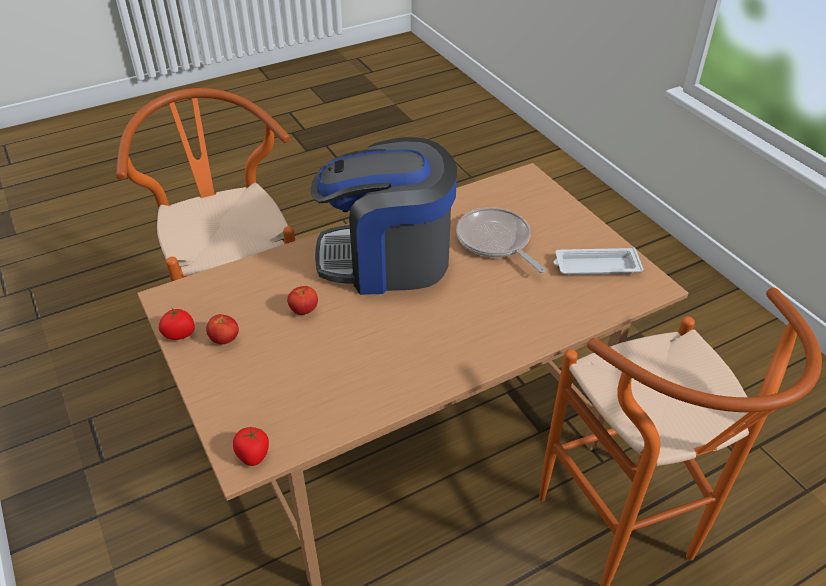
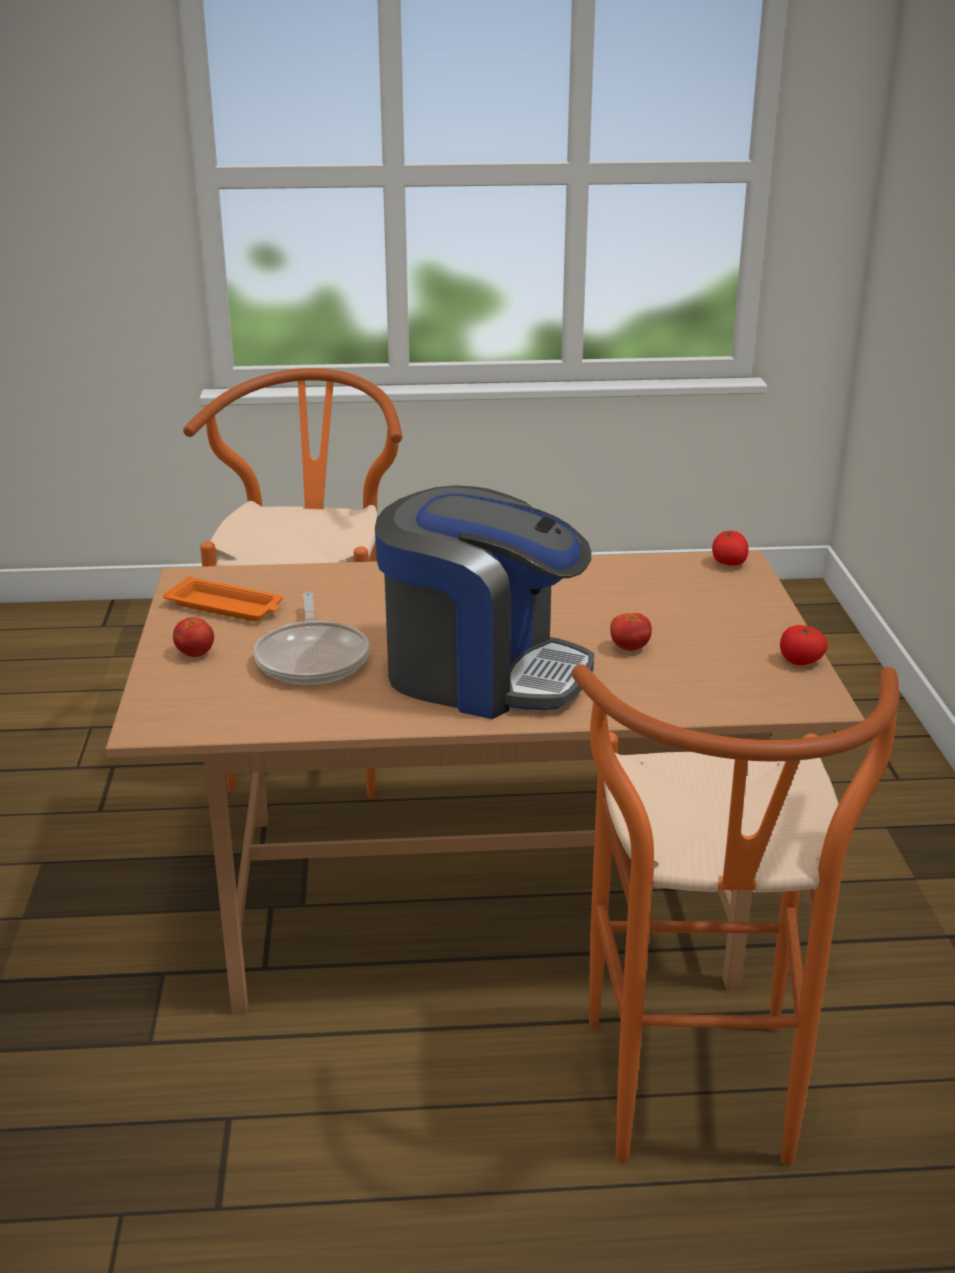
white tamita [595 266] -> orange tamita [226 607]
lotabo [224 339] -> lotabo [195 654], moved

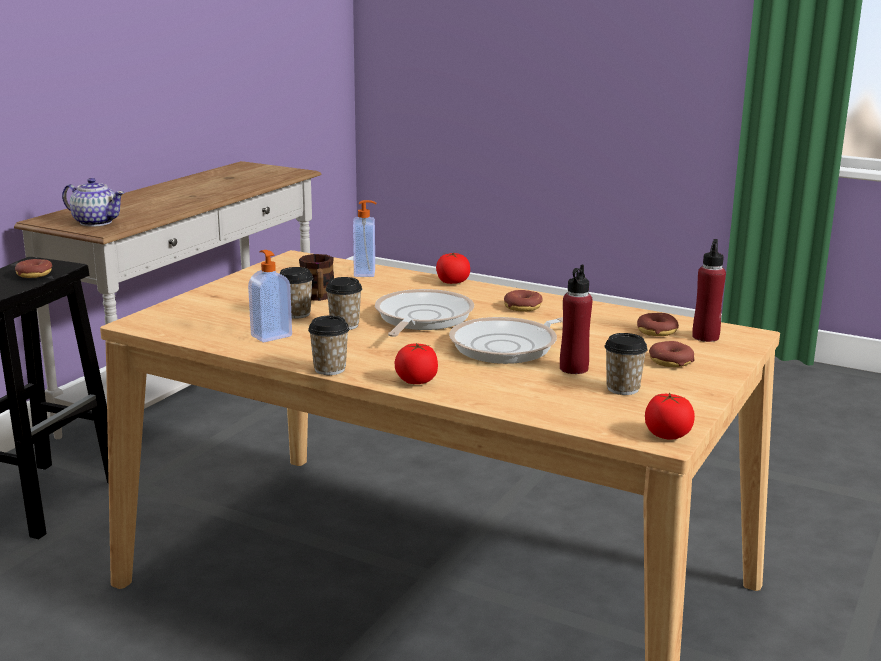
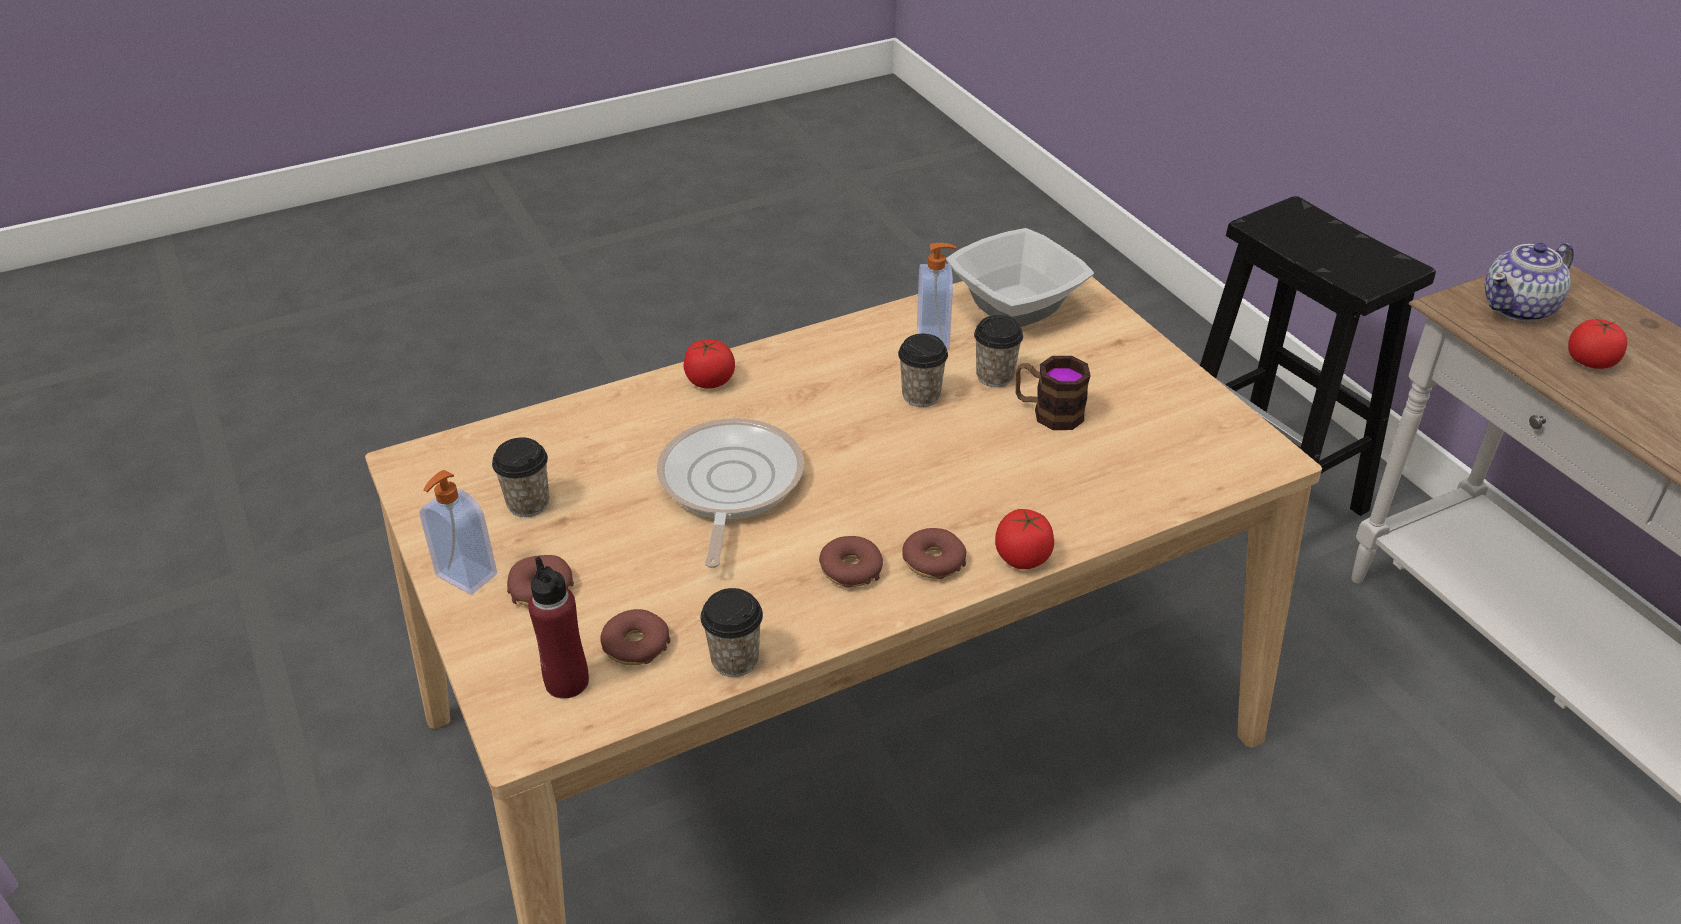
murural [365 273] -> murural [465 576], moved
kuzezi [329 369] -> kuzezi [735 660], moved
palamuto [34 274] -> palamuto [933 561], moved
none -> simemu [1014 307]
lotabo [667 435] -> lotabo [1589 362], moved
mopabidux [421 318] -> none
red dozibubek [573 368] -> none

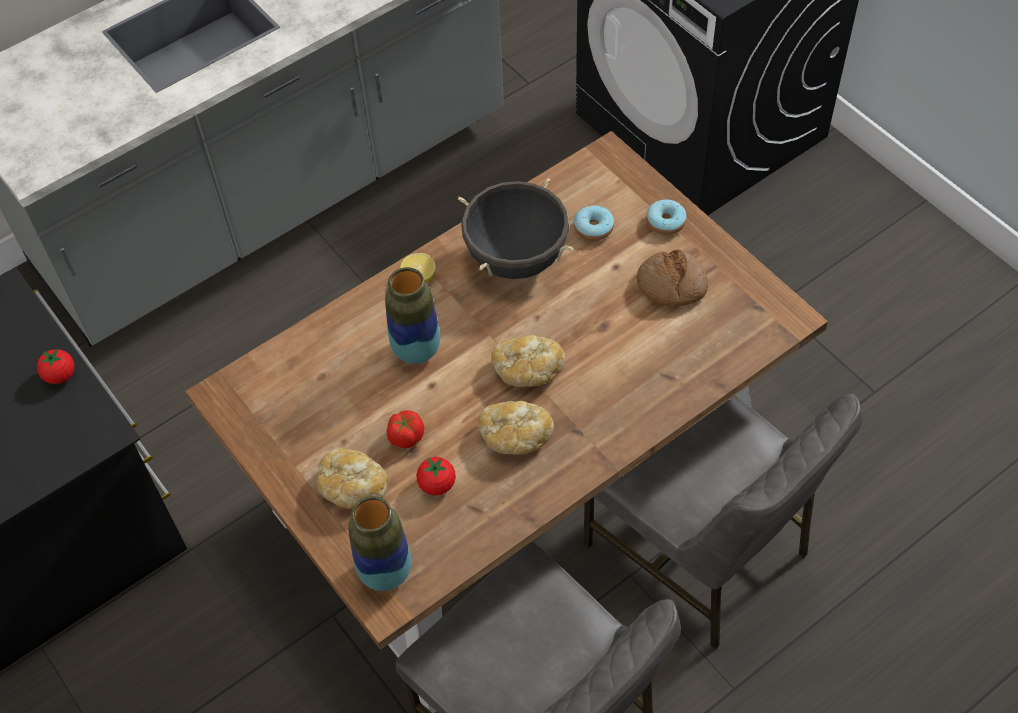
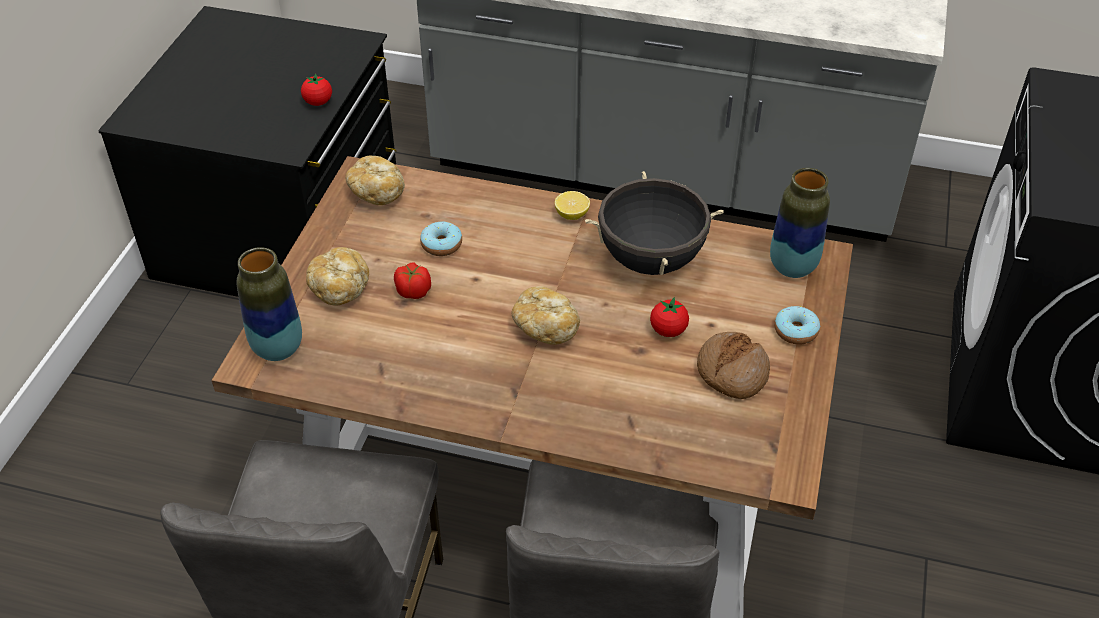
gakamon [515 436] -> gakamon [377 191], moved
palamuto [593 228] -> palamuto [441 245], moved
lotabo [437 484] -> lotabo [668 330], moved
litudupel [416 350] -> litudupel [792 267], moved

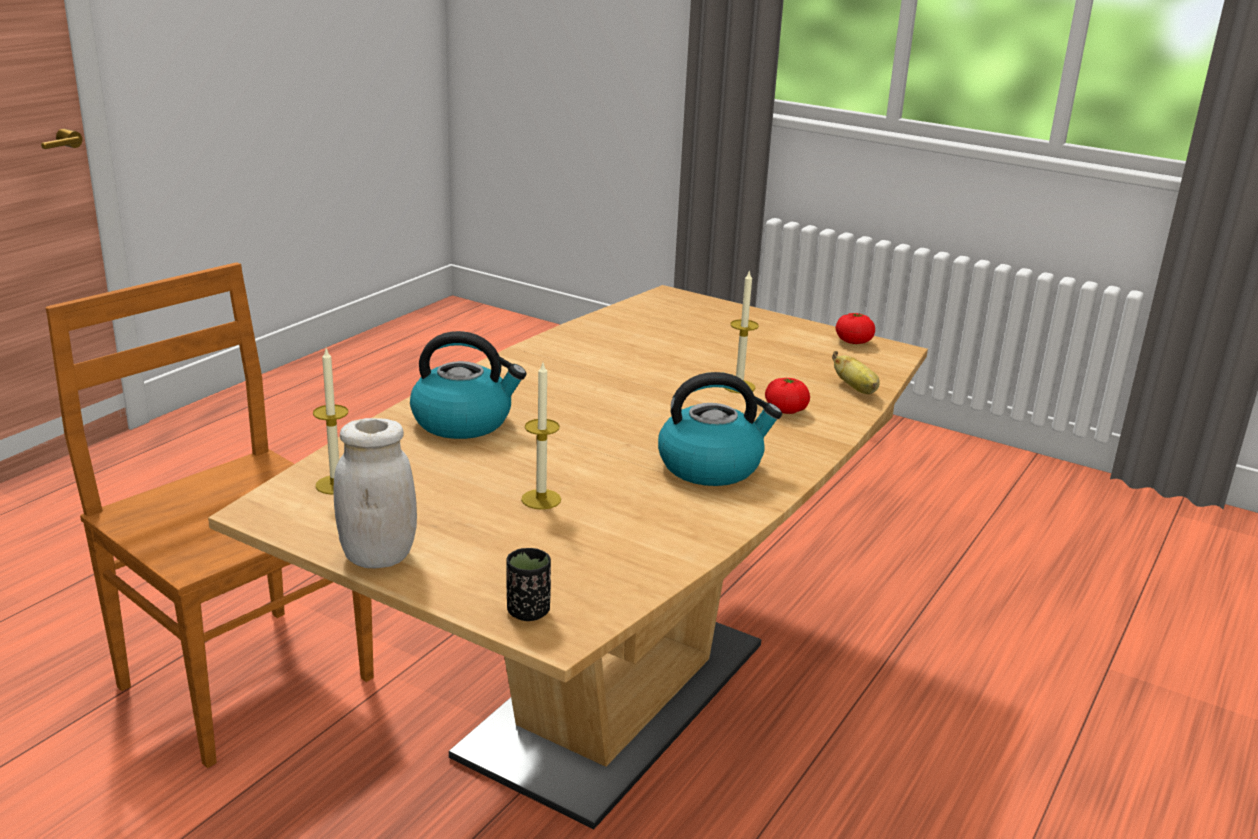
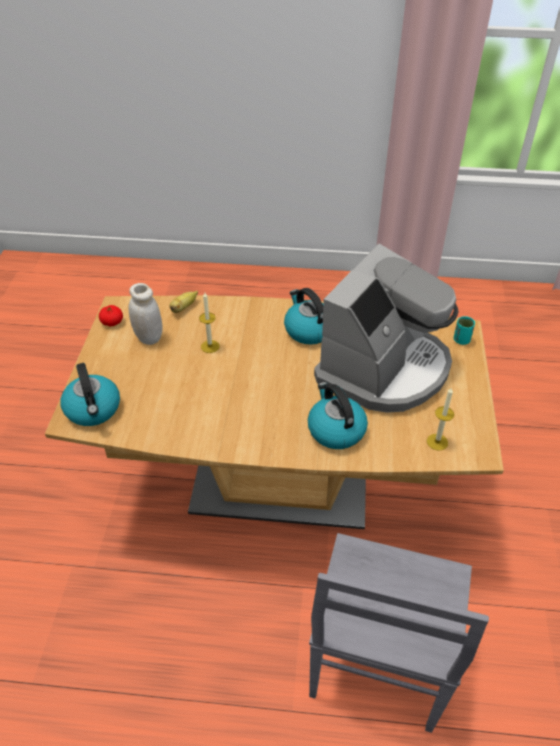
none -> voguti [93 409]
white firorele [378 556] -> white firorele [149 337], moved
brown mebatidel [243 679] -> grey mebatidel [377 666]
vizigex [541 499] -> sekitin [384 369]
black kuzezi [528 612] -> turquoise kuzezi [461 340]
lotabo [785 410] -> none

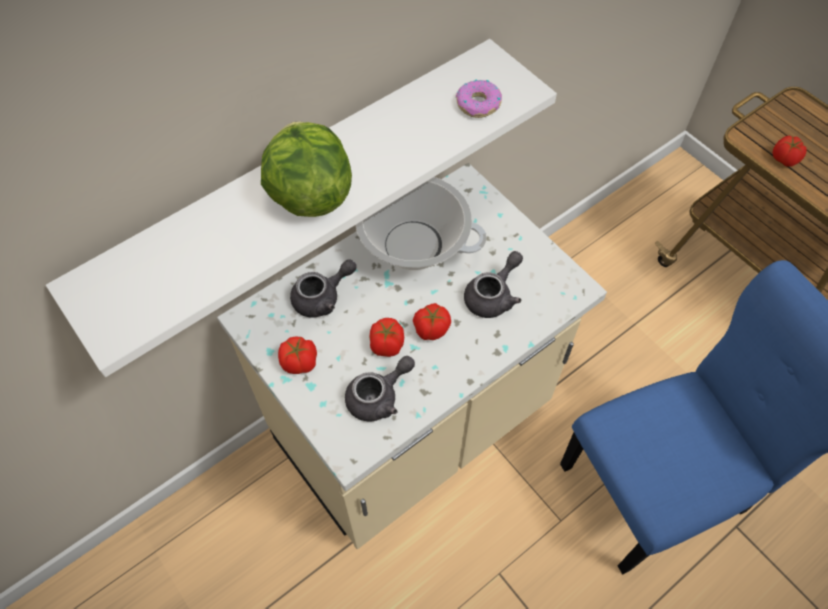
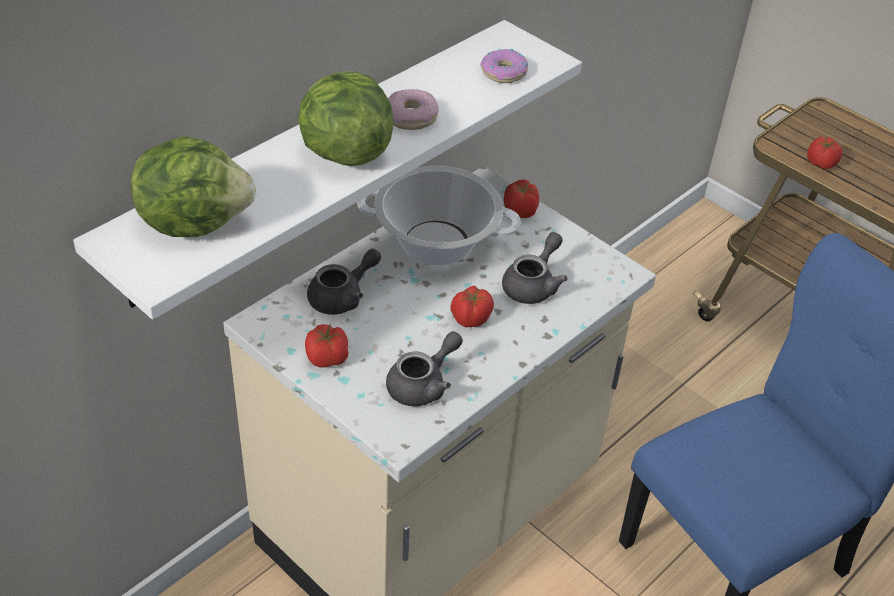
none -> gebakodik [194 221]
none -> palamuto [411 117]
lotabo [386 345] -> lotabo [519 211], moved

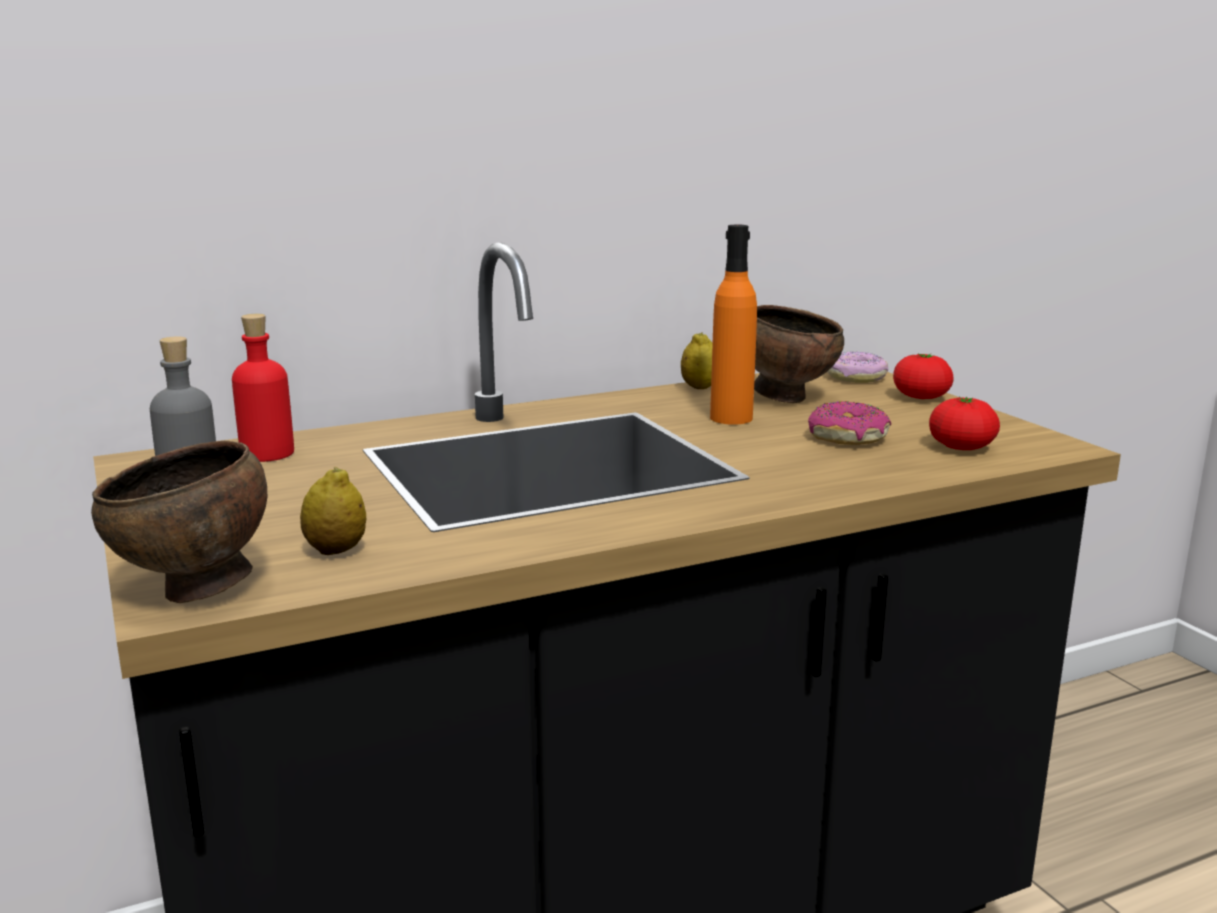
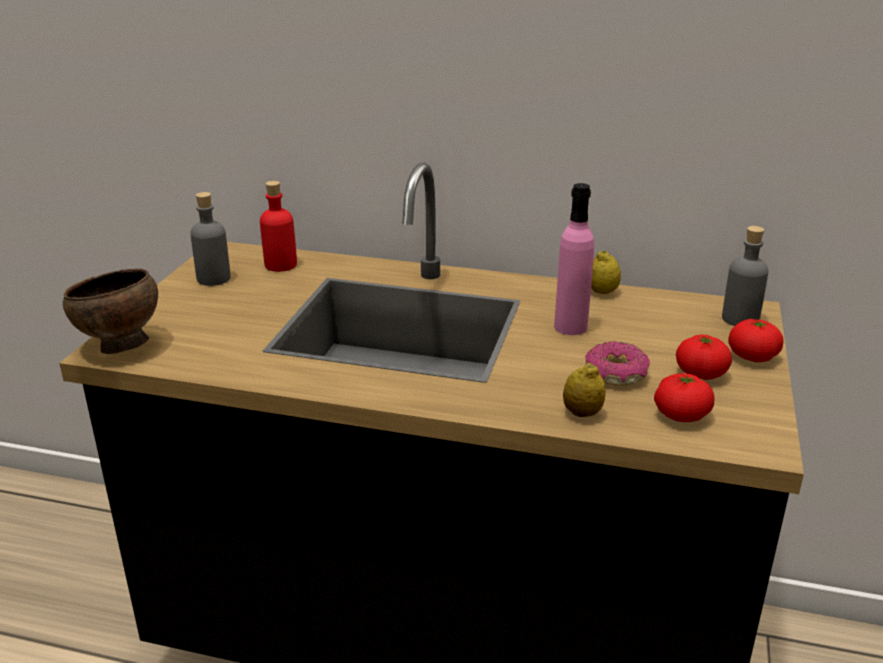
orange dozibubek [731 418] -> pink dozibubek [570 327]
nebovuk [336 550] -> nebovuk [582 413], moved
none -> lotabo [701 373]
palamuto [855 377] -> grey dozibubek [740 319]
brown simemu [787 398] -> none

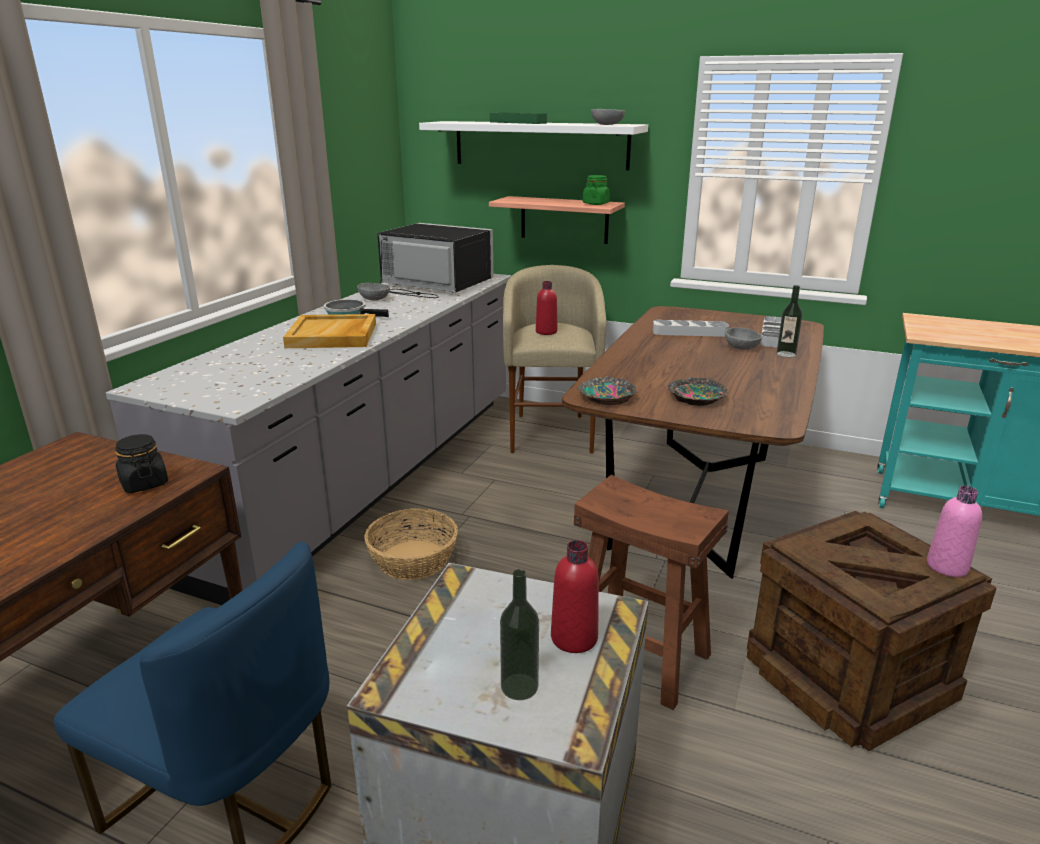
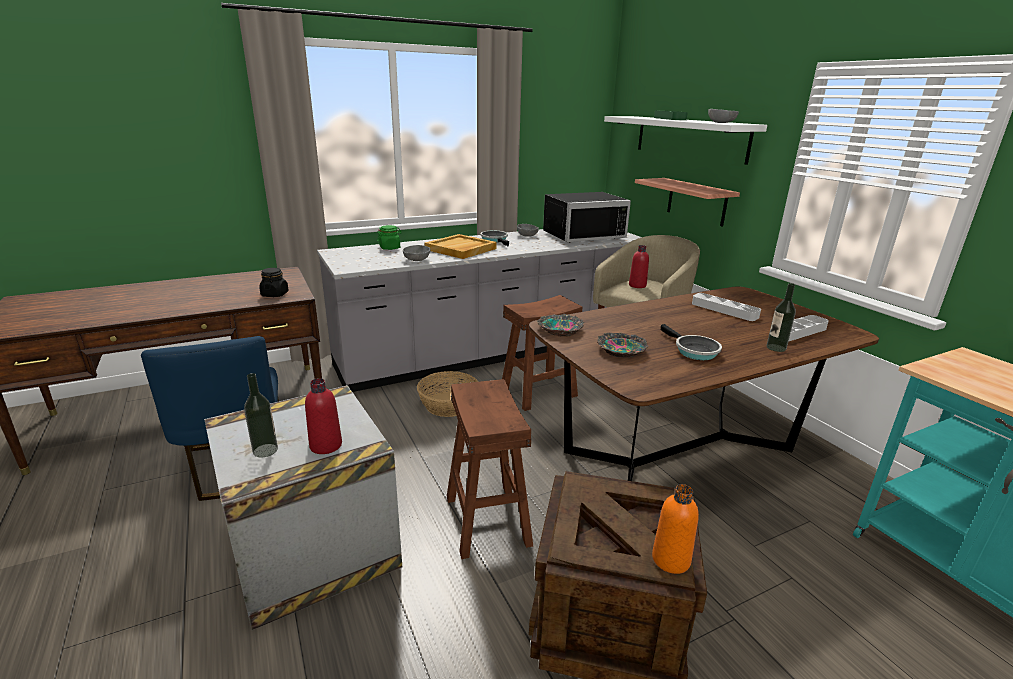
green firorele [596 203] -> green firorele [390 248], moved
grey simemu [742 348] -> grey simemu [417 260], moved
none -> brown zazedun [538 392]
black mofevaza [433 284] -> black mofevaza [581 235], 90 degrees clockwise
pink dozibubek [947 567] -> orange dozibubek [671 559]
none -> mopabidux [693 351]

